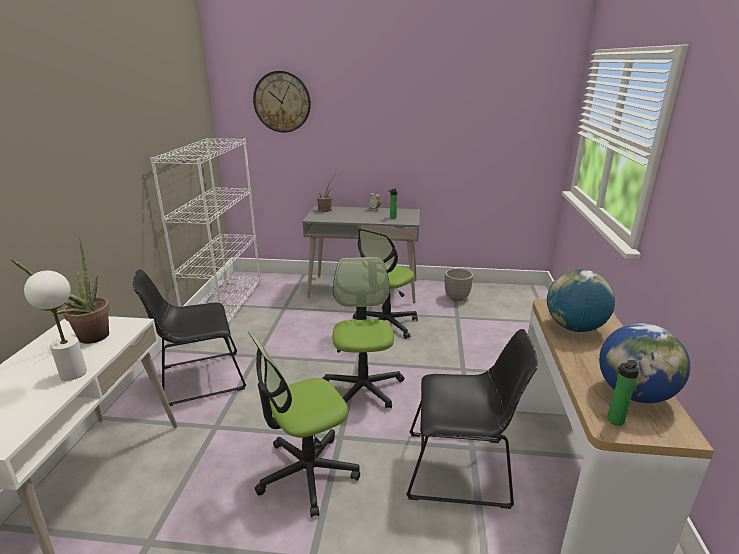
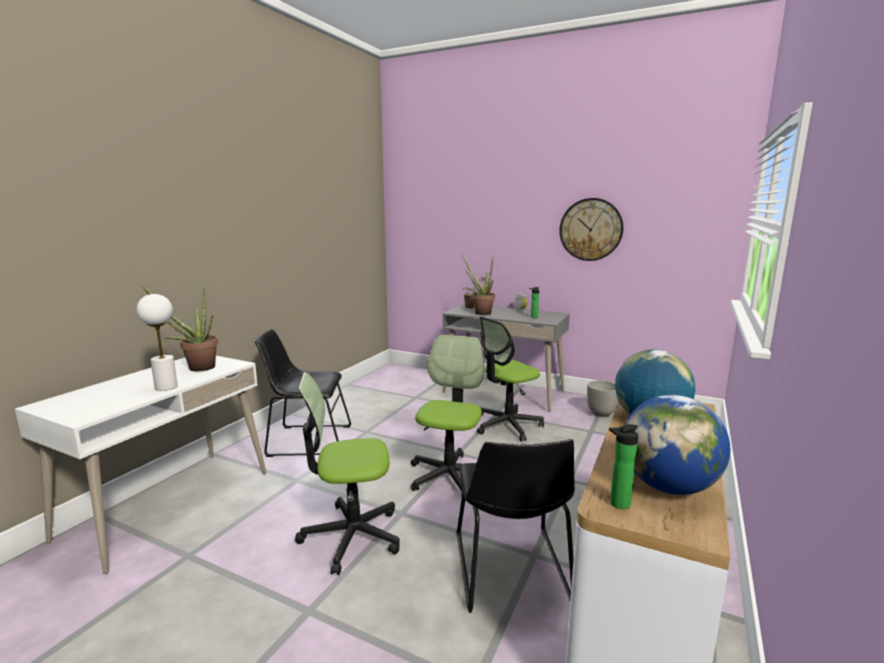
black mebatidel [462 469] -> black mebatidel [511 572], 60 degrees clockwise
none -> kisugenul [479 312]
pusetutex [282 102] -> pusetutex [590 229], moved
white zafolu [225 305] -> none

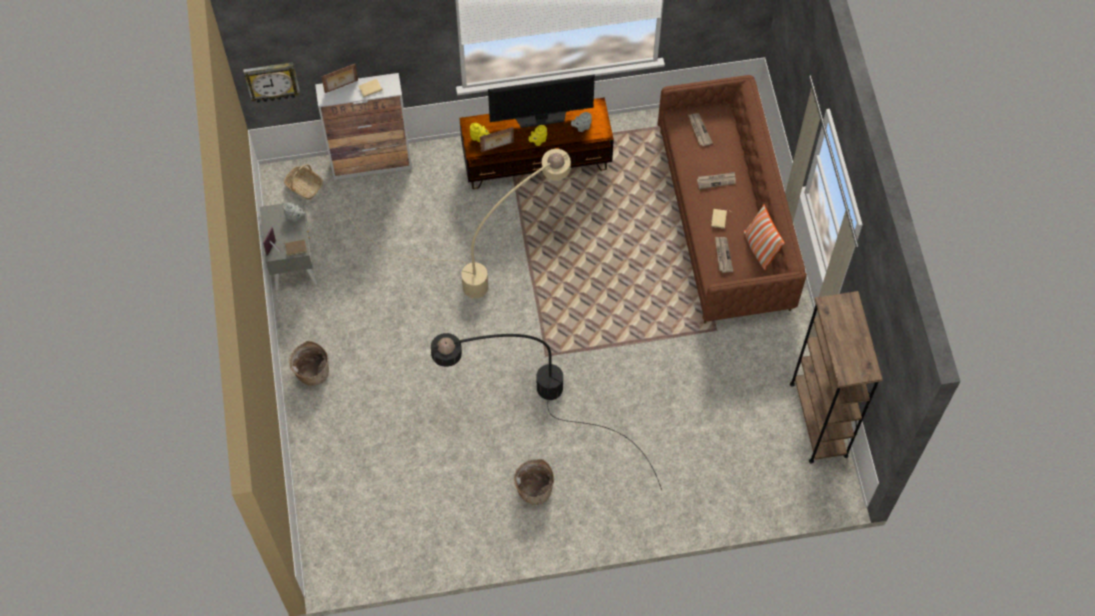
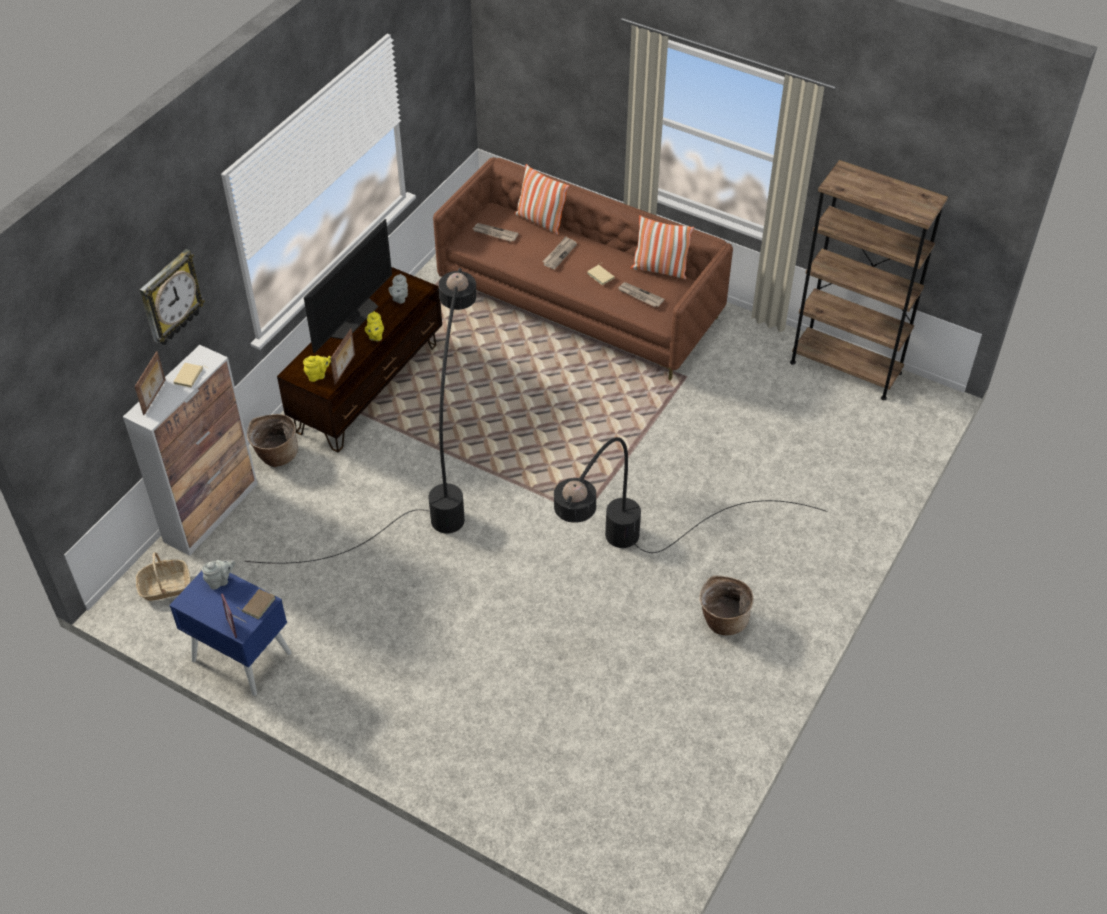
pusetutex [272 81] -> pusetutex [170 298], moved
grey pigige [293 262] -> blue pigige [240 656]
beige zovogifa [493 260] -> black zovogifa [434 488]
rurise [312 371] -> rurise [276 454], moved
none -> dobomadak [540 221]

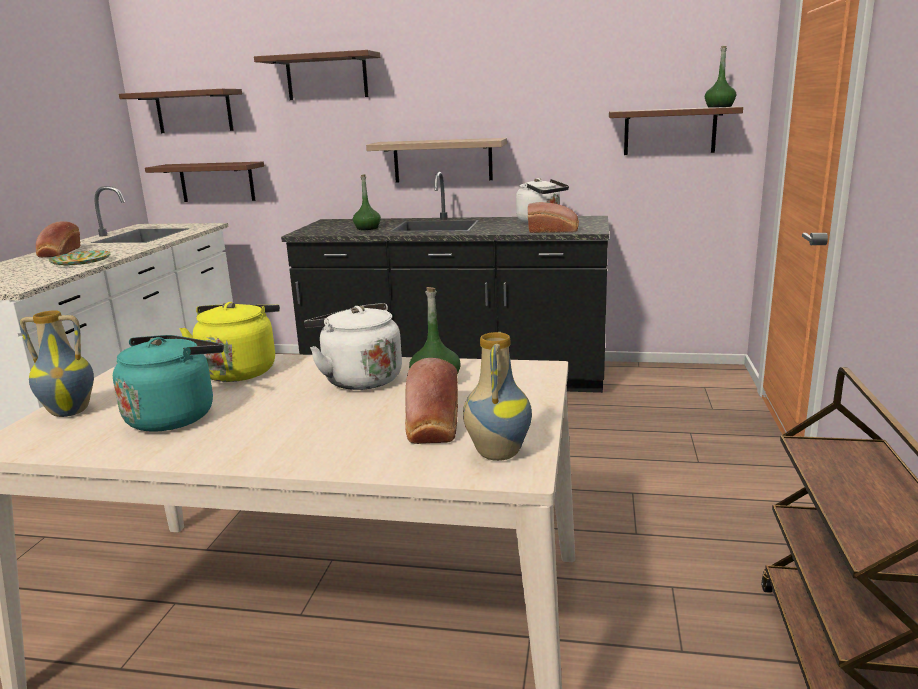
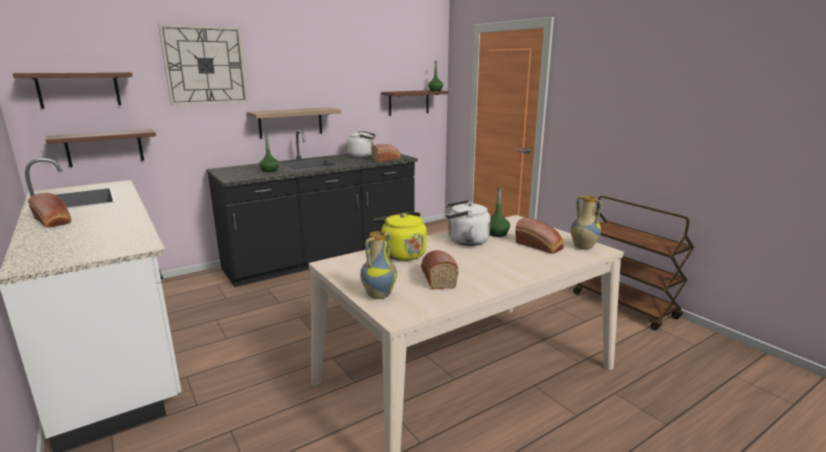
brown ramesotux [327 77] -> pusetutex [205 65]
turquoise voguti [174 416] -> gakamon [437 278]
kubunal [81 262] -> none

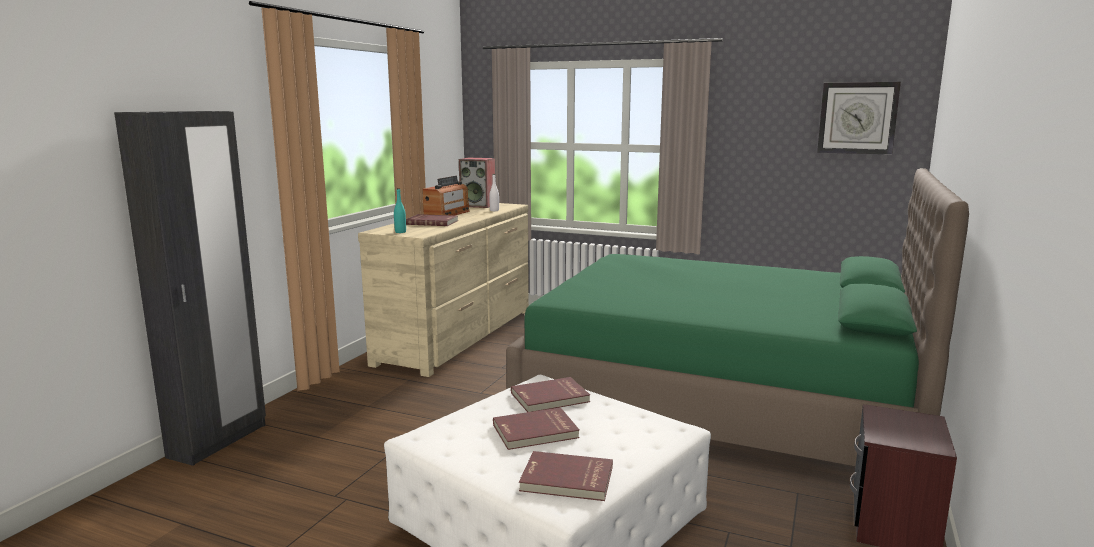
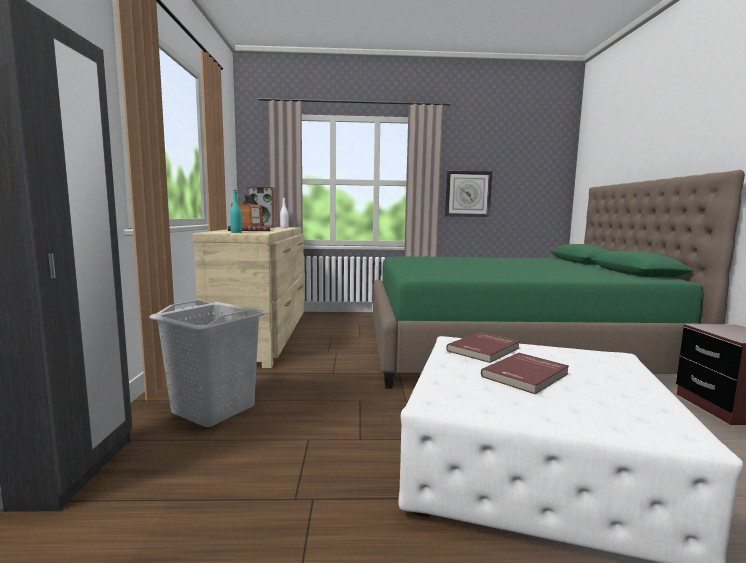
none -> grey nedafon [213 409]
pusetutex [857 118] -> pusetutex [468 194], moved
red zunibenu [566 480] -> none

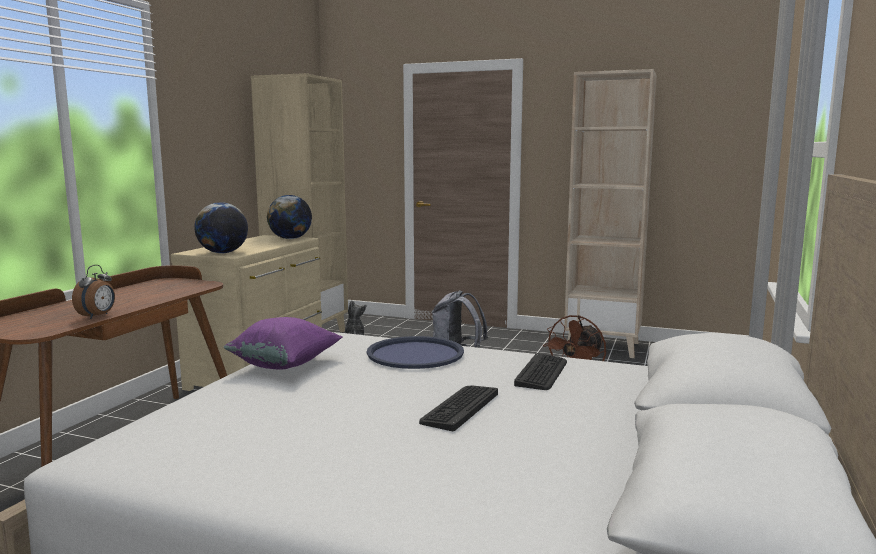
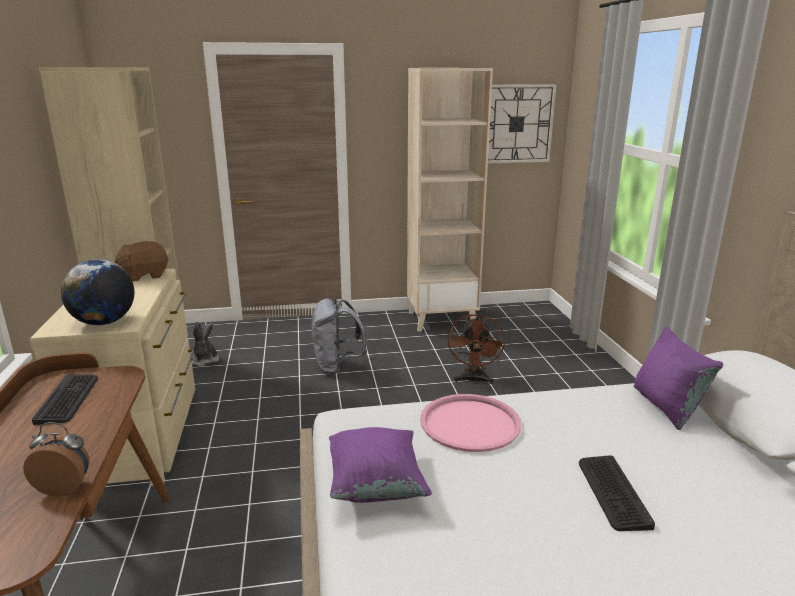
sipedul [97 316] -> sipedul [65 487], 75 degrees counterclockwise
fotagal [542 373] -> fotagal [68 399], moved
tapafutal [290 239] -> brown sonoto [144 276]
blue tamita [415 354] -> pink tamita [470 423]
none -> pusetutex [516 124]
none -> purple dobomadak [666 407]

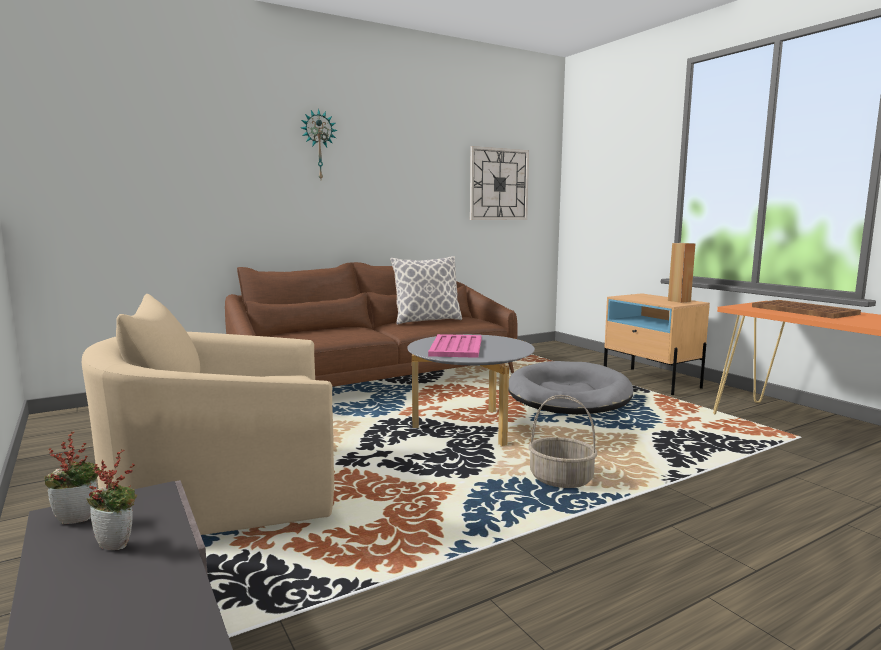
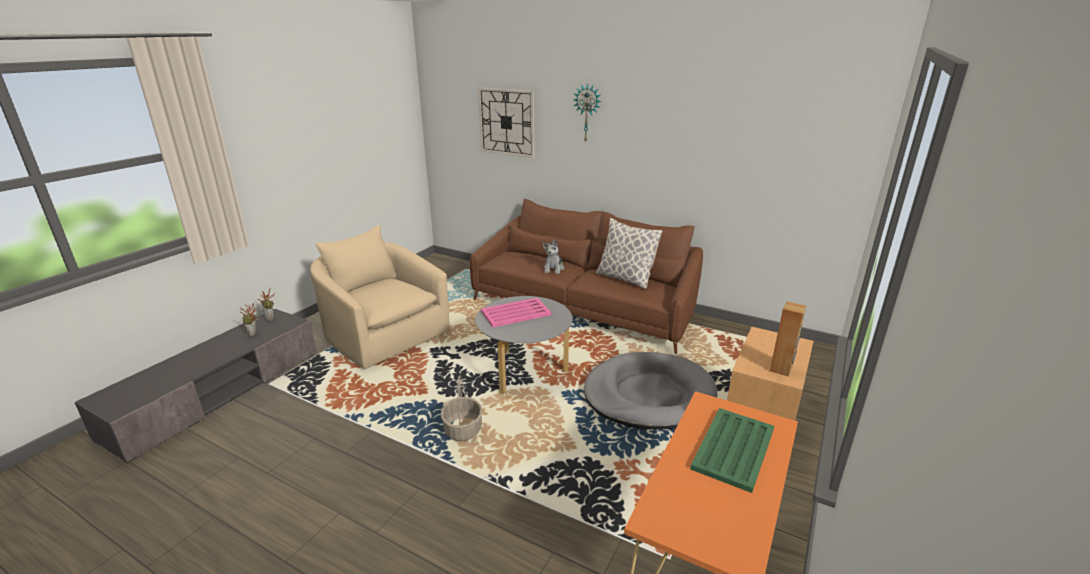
pusetutex [499 184] -> pusetutex [507 122], moved
none -> sonoto [553 269]
brown tamita [804 310] -> green tamita [733 449]

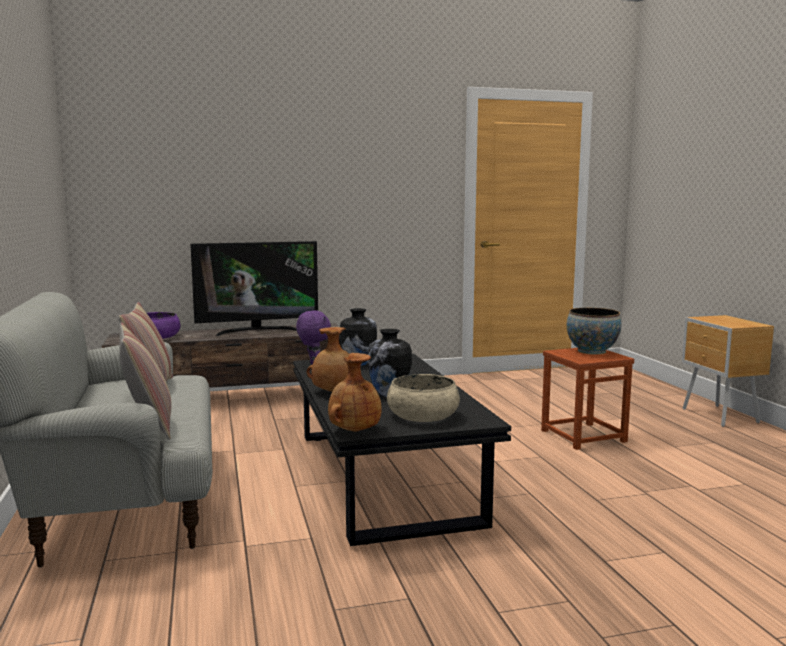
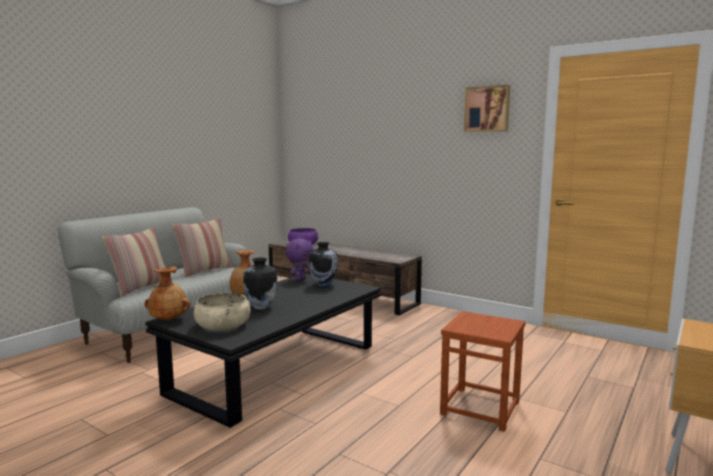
none -> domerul [487 109]
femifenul [257 331] -> none
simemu [592 351] -> none

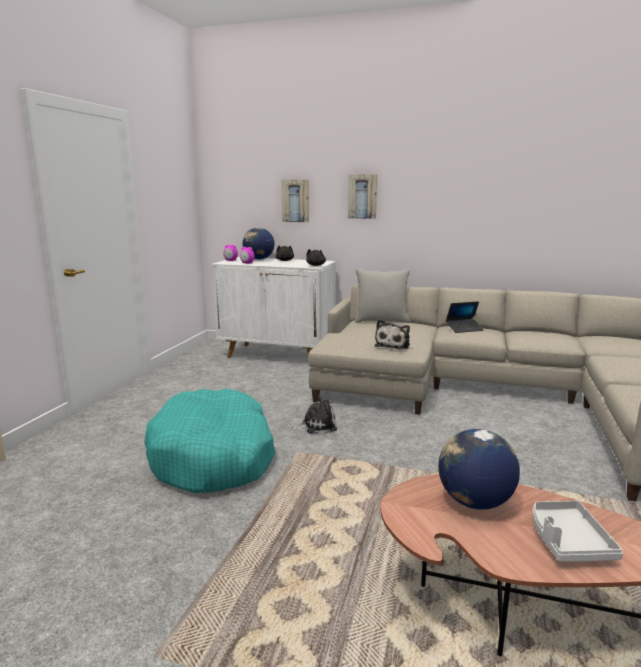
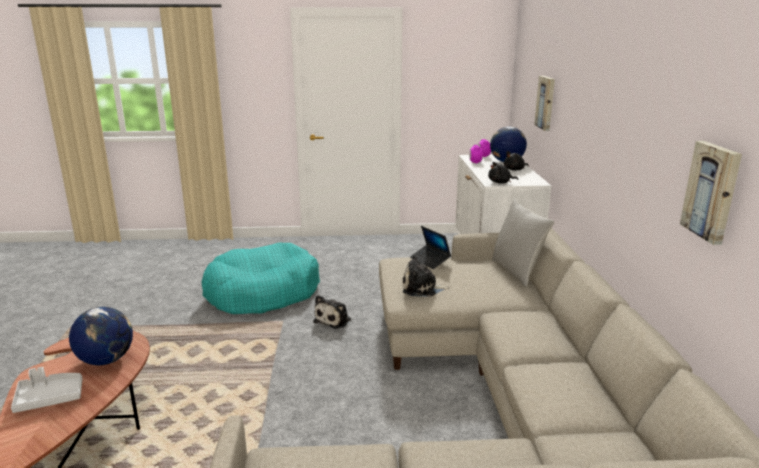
sonoto [316 426] -> sonoto [334 320], 60 degrees clockwise
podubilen [464 329] -> podubilen [430 260], moved
domerul [362 196] -> domerul [712 191], moved

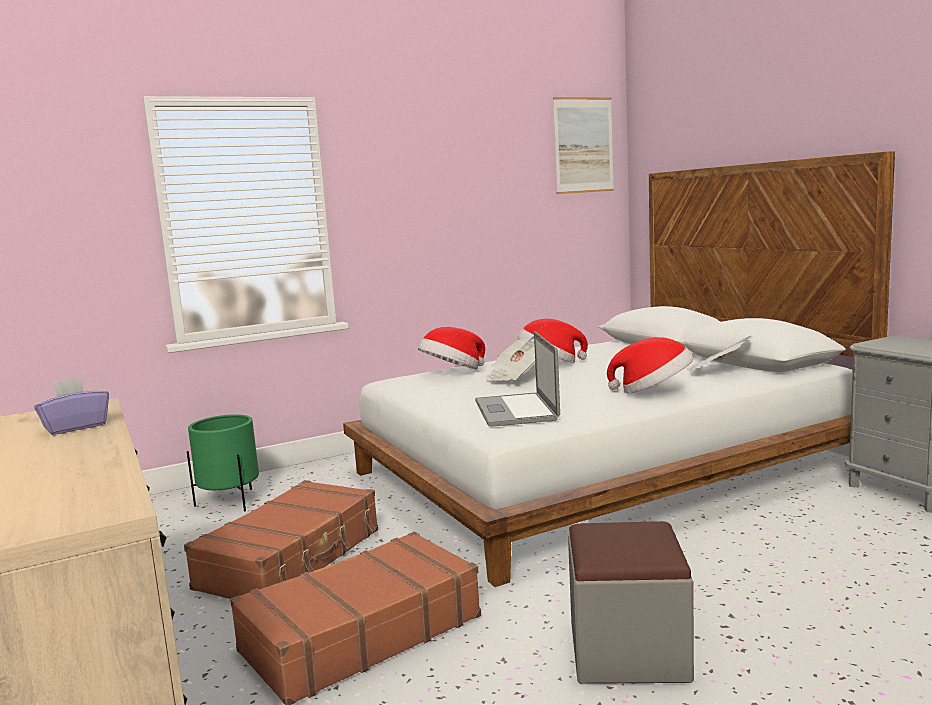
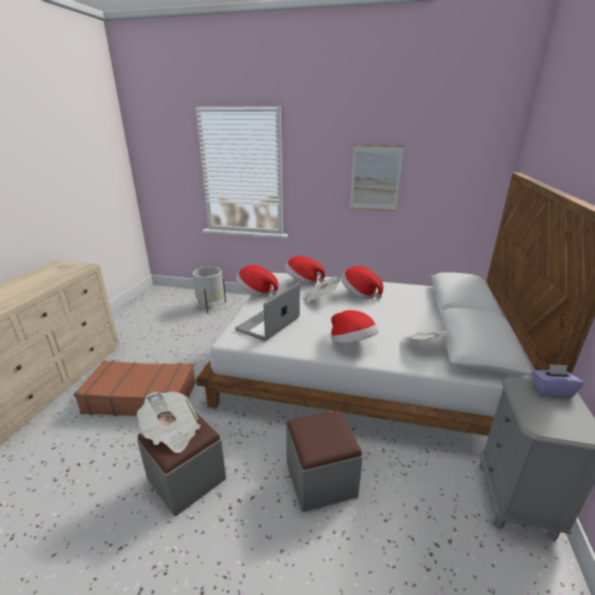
none -> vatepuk [171 432]
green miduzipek [230 502] -> white miduzipek [210 306]
none -> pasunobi [256 292]
none -> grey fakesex [320 479]
domerul [583 145] -> domerul [375 178], moved
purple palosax [75 427] -> purple palosax [551 390], moved
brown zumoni [292 559] -> none

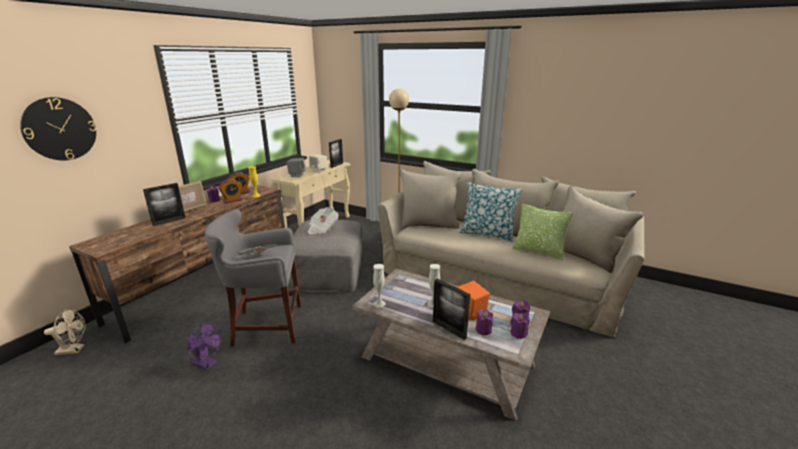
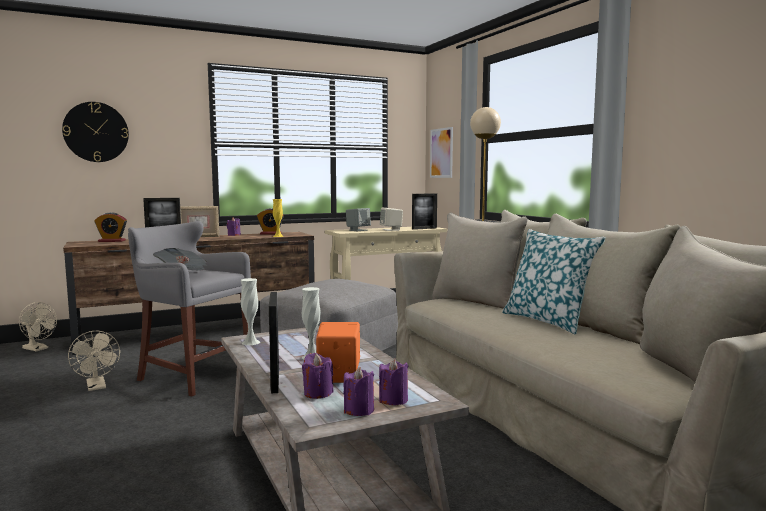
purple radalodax [207 364] -> beige radalodax [97 387]
sipedul [232 200] -> sipedul [112 241], moved
none -> domerul [441 153]
vatepuk [322 229] -> none
dobomadak [538 251] -> none

